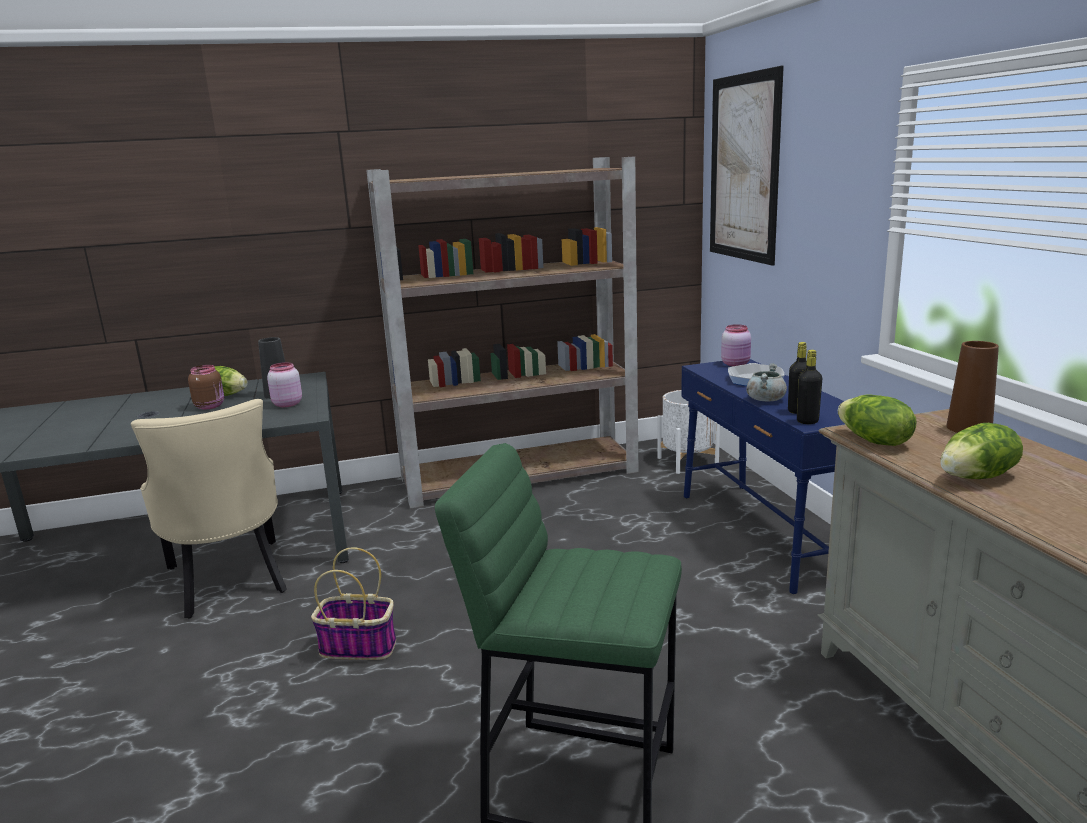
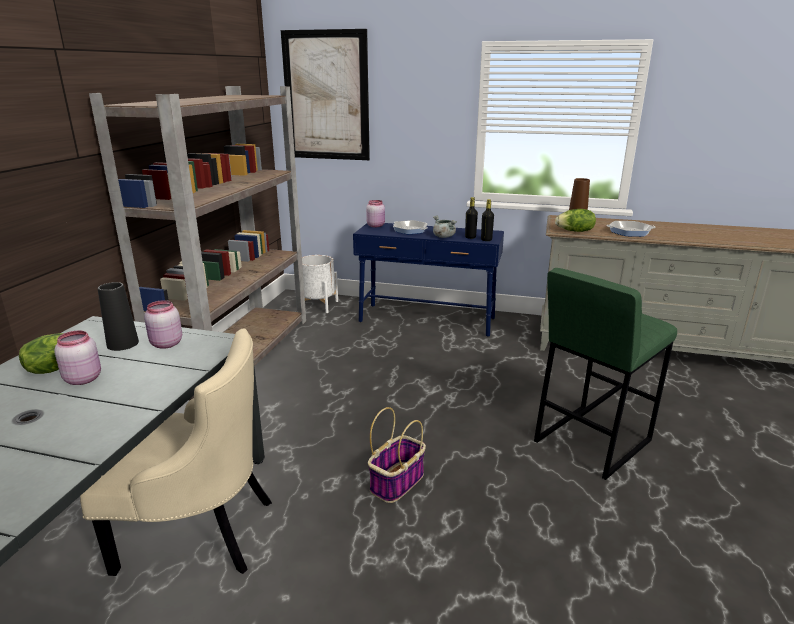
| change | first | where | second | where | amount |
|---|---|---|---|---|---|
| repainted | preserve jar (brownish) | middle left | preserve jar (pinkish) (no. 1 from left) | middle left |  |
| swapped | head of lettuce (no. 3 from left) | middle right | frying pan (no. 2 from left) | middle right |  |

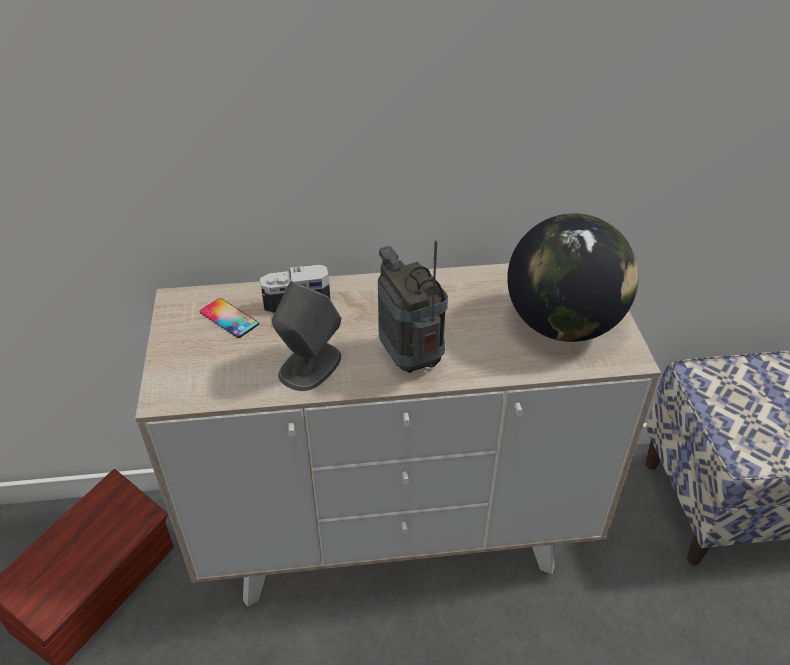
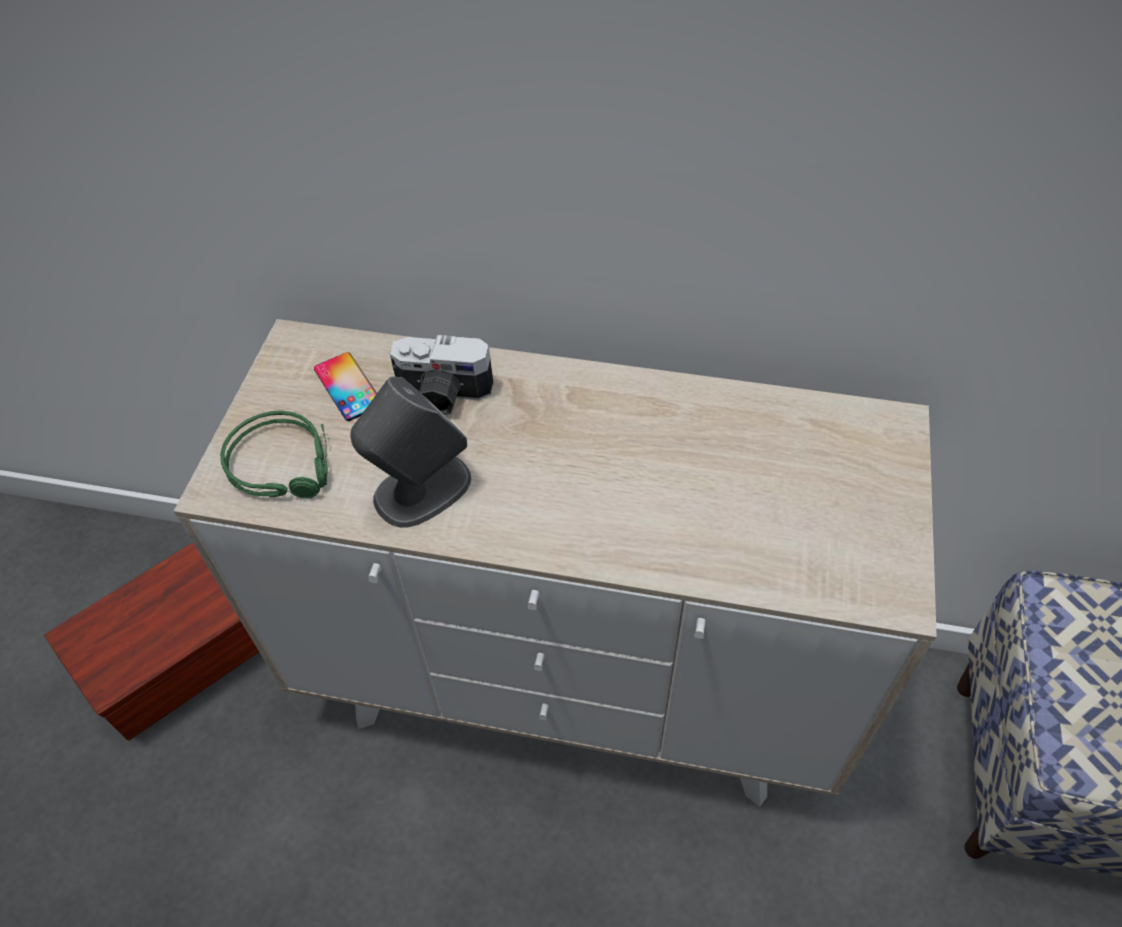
| change | first | where | second | where | amount |
|---|---|---|---|---|---|
| new |  |  | headset (greenish) | middle left |  |
| gone | radio set | centre |  |  |  |
| gone | desk globe | middle right |  |  |  |

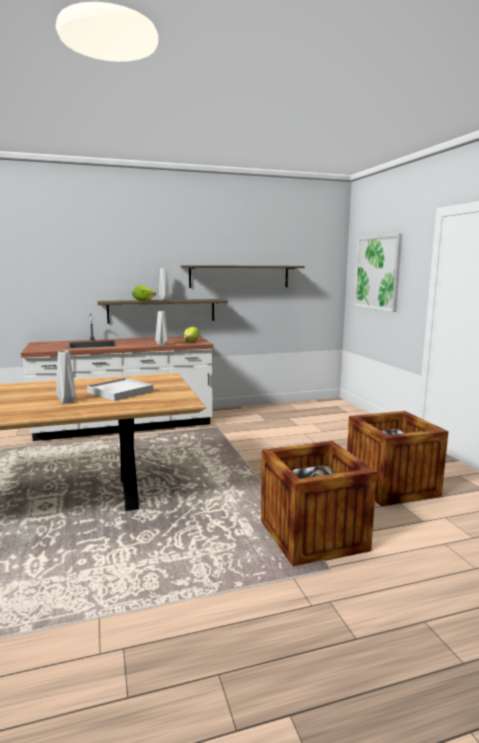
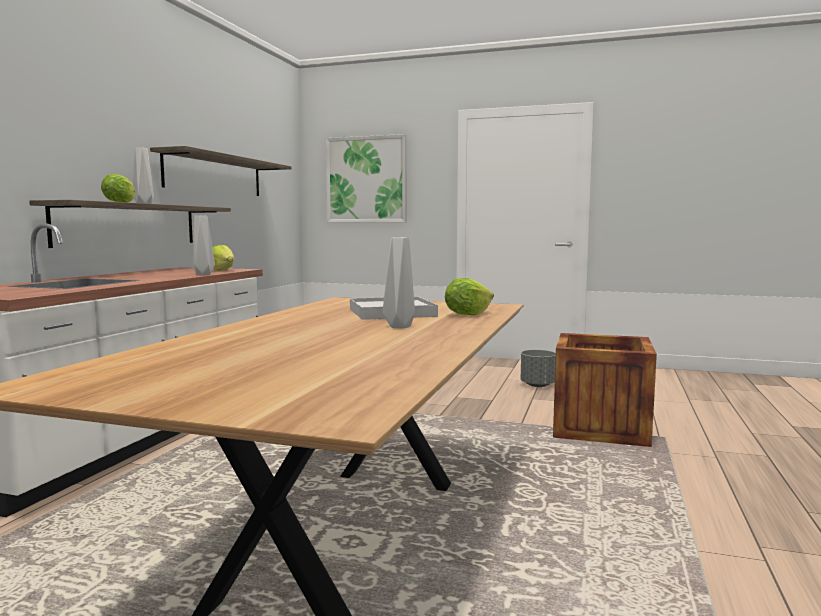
| change | first | where | second | where | amount |
|---|---|---|---|---|---|
| new |  |  | head of lettuce (no. 3 from left) | centre |  |
| swapped | shipping crate (no. 2 from left) | middle right | planter (greyish) | centre |  |

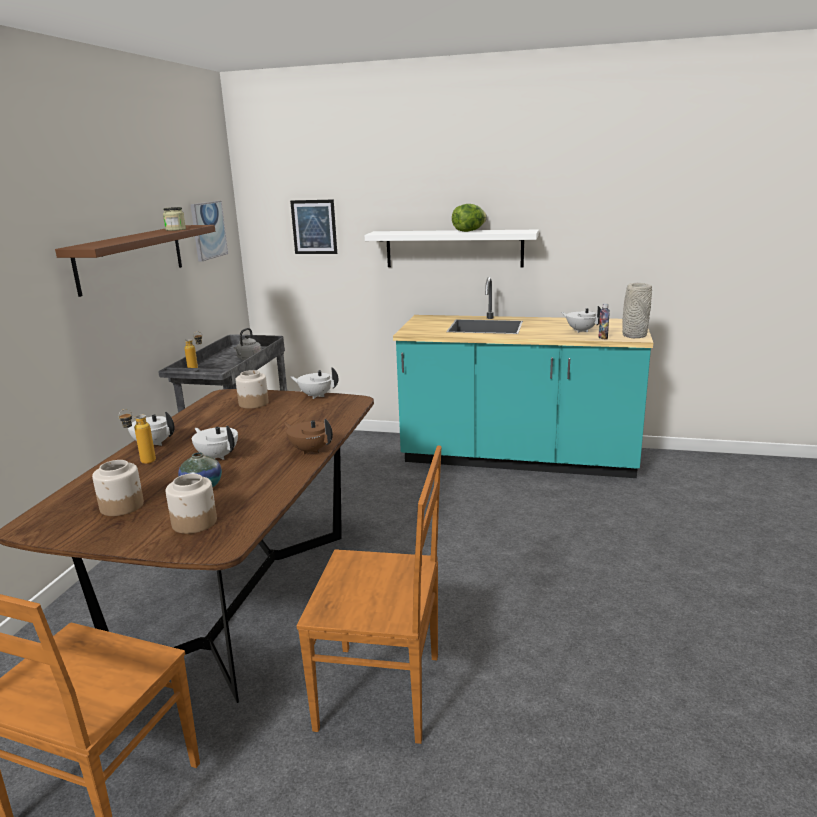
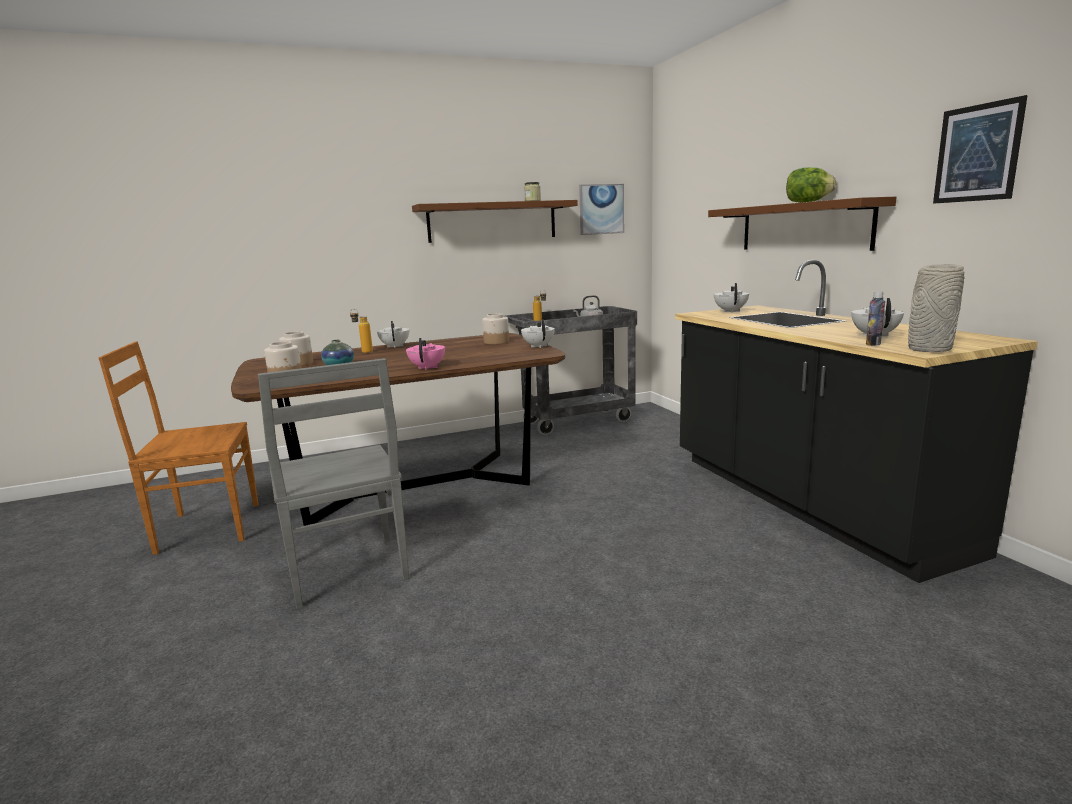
| change | first | where | second | where | amount |
|---|---|---|---|---|---|
| repainted | chair (brownish) (no. 2 from left) | bottom centre | chair (greyish) | middle left |  |
| repainted | teapot (brownish) | centre | teapot (pinkish) | centre |  |
| repainted | kitchen counter (turquoise-coloured) | centre | kitchen counter (blackish) | middle right |  |
| repainted | shelf (white) | top centre | shelf (brownish) (no. 2 from left) | top right |  |
| shifted | teapot (white) (no. 2 from left in the first image) | middle left | teapot (white) (no. 3 from left) | middle right |  |
| shifted | wall art (no. 2 from left) | top centre |  | top right |  |

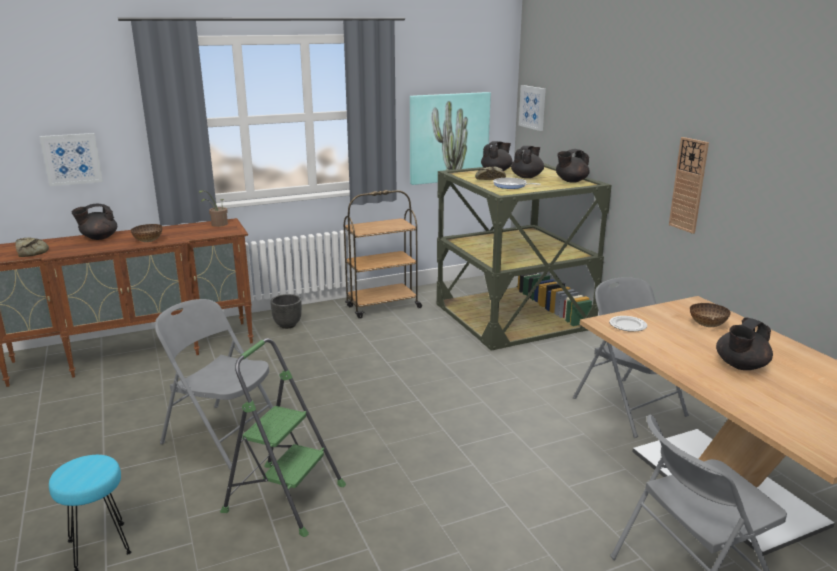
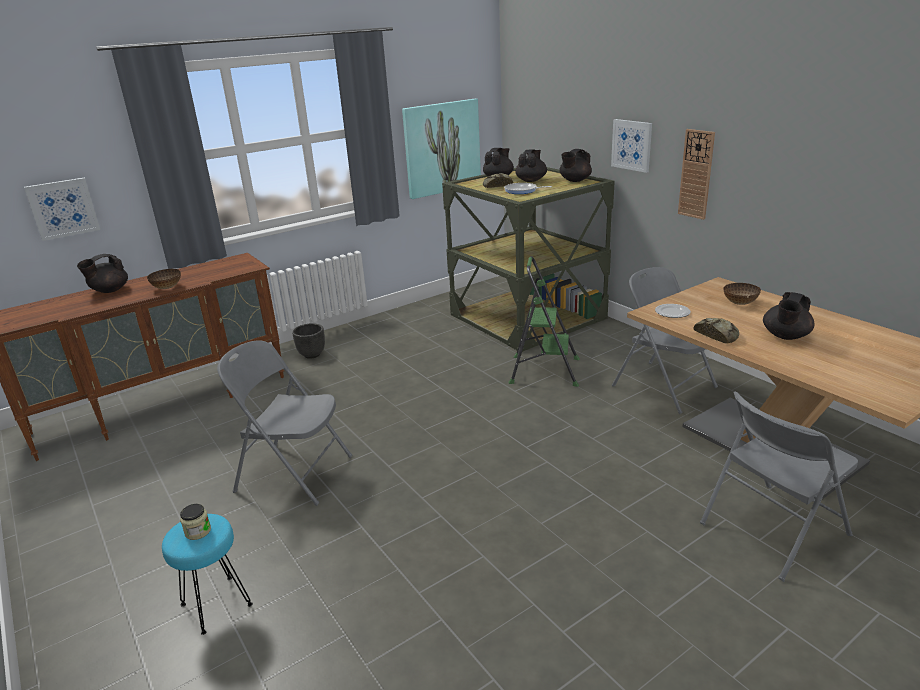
| change | first | where | second | where | amount |
|---|---|---|---|---|---|
| new |  |  | preserve jar | bottom left |  |
| shifted | step ladder (greenish) | bottom centre |  | centre |  |
| shifted | wall art (no. 3 from left) | top centre |  | top right |  |
| shifted | bread (no. 1 from left in the first image) | middle left | bread (no. 2 from left) | middle right |  |
| gone | houseplant | middle left |  |  |  |
| gone | trolley (brownish) | centre |  |  |  |

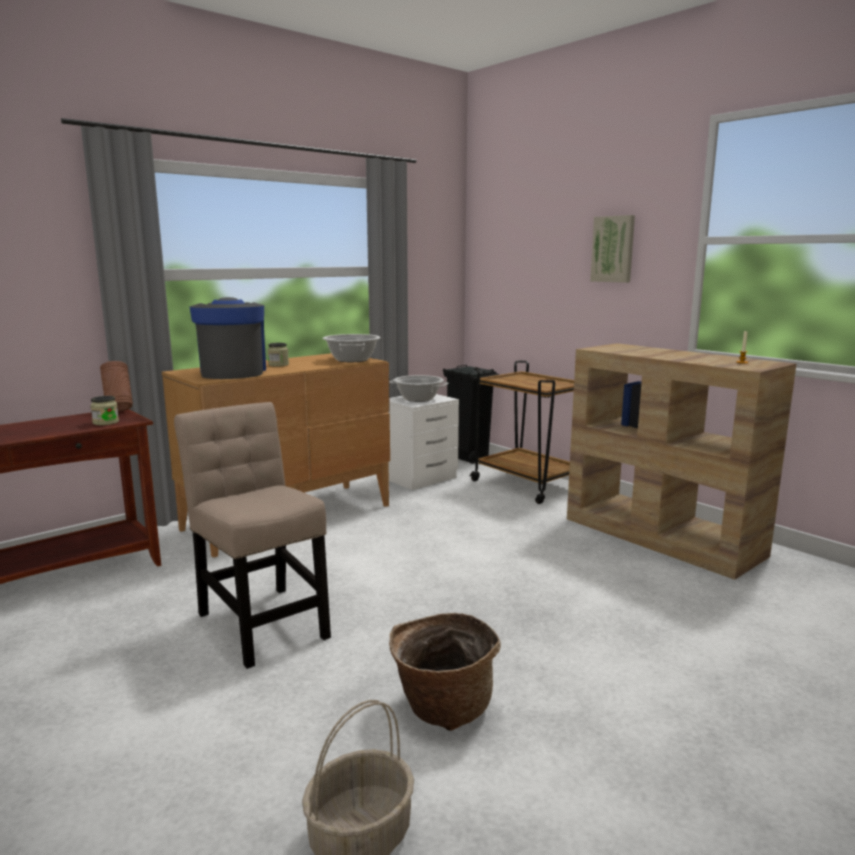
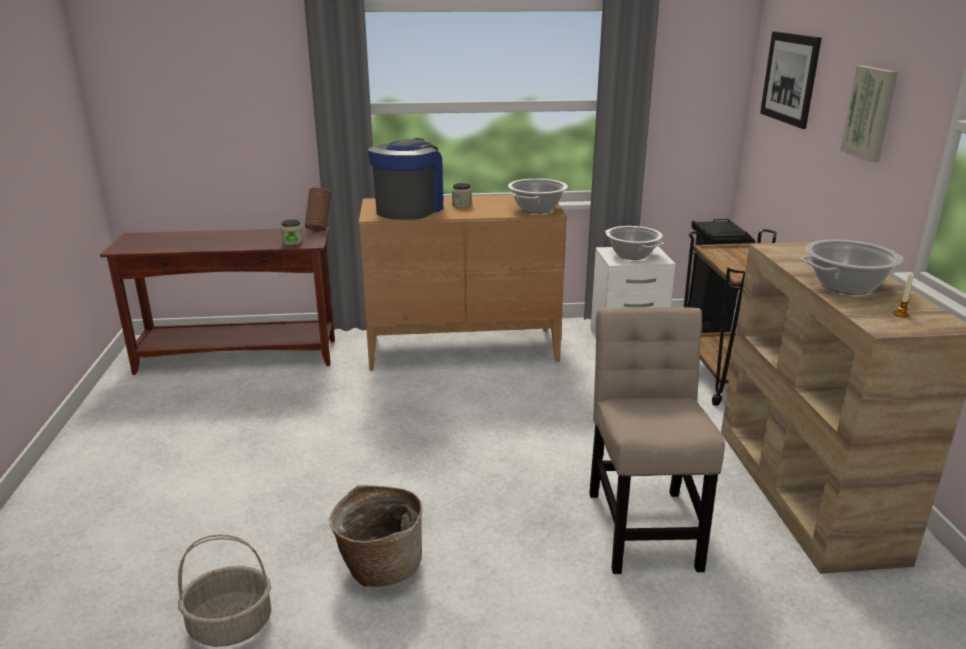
| change | first | where | second | where | amount |
|---|---|---|---|---|---|
| shifted | chair (beige) | middle left |  | bottom right |  |
| new |  |  | wall art (no. 1 from left) | top right |  |
| new |  |  | cooking pot (no. 3 from left) | middle right |  |

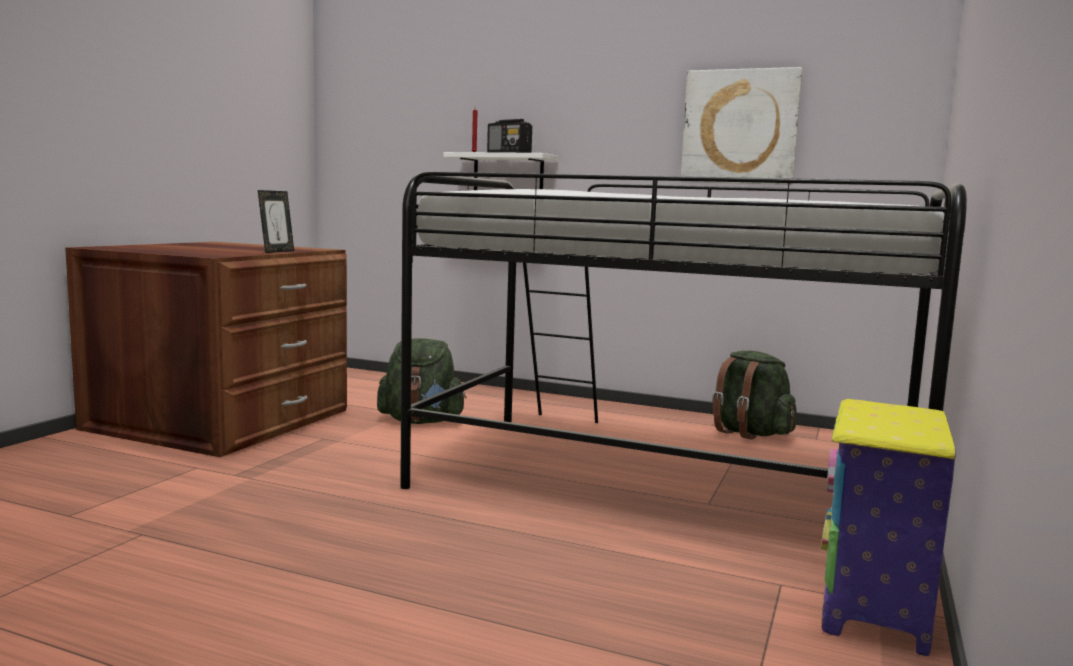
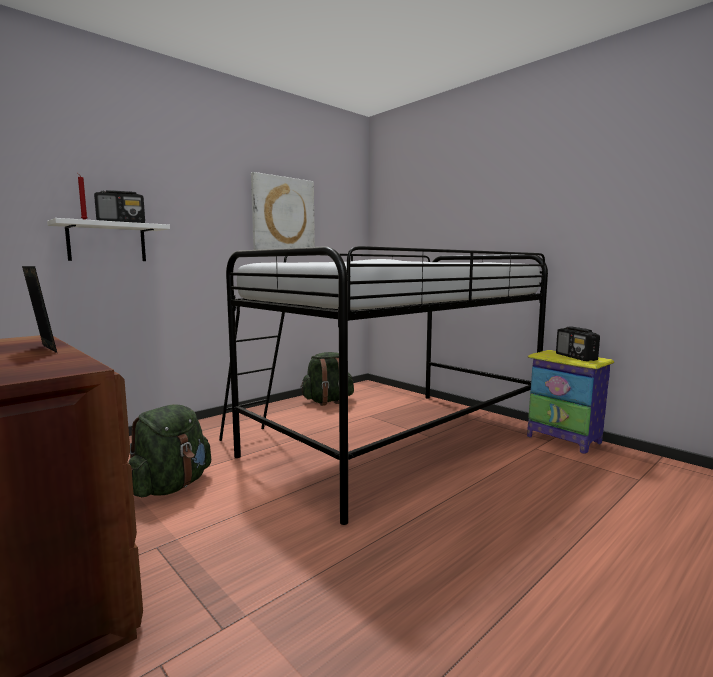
| change | first | where | second | where | amount |
|---|---|---|---|---|---|
| new |  |  | radio set (no. 2 from left) | middle right |  |

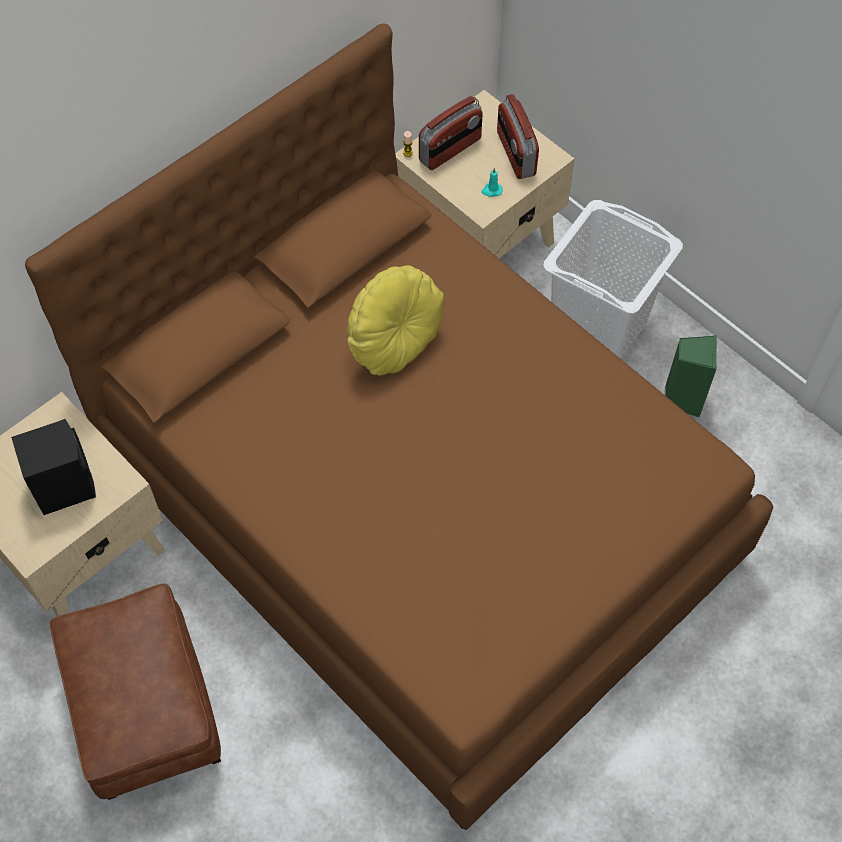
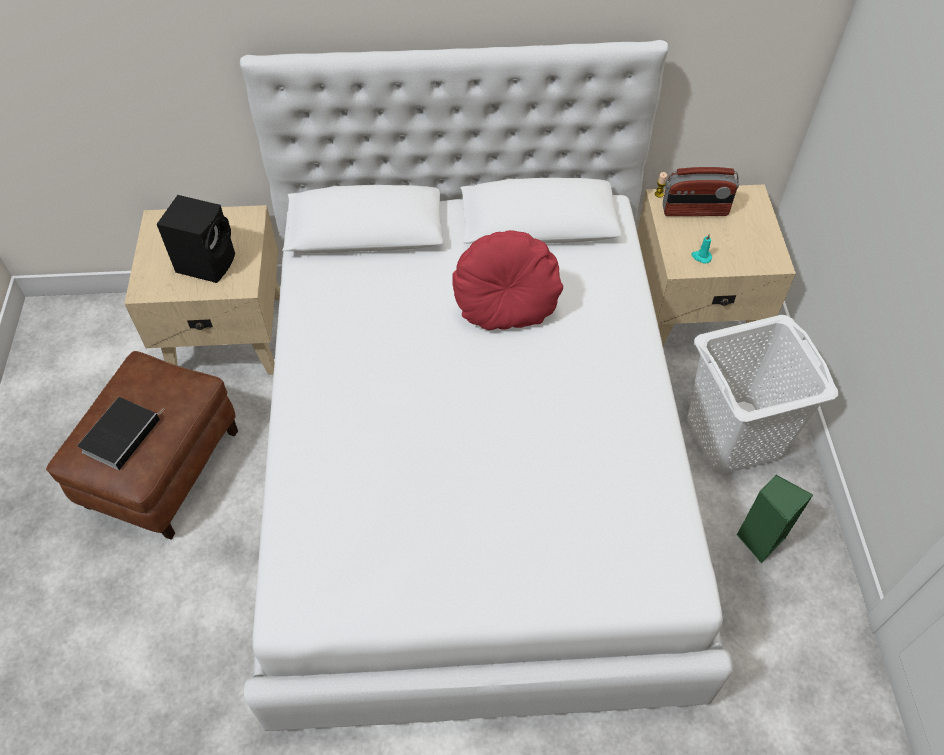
| change | first | where | second | where | amount |
|---|---|---|---|---|---|
| new |  |  | bound book | middle left |  |
| repainted | bedroom bed (brownish) | centre | bedroom bed (white) | centre |  |
| repainted | throw pillow (yellow-coloured) | centre | throw pillow (reddish) | centre |  |
| gone | radio set (no. 2 from left) | top centre |  |  |  |

